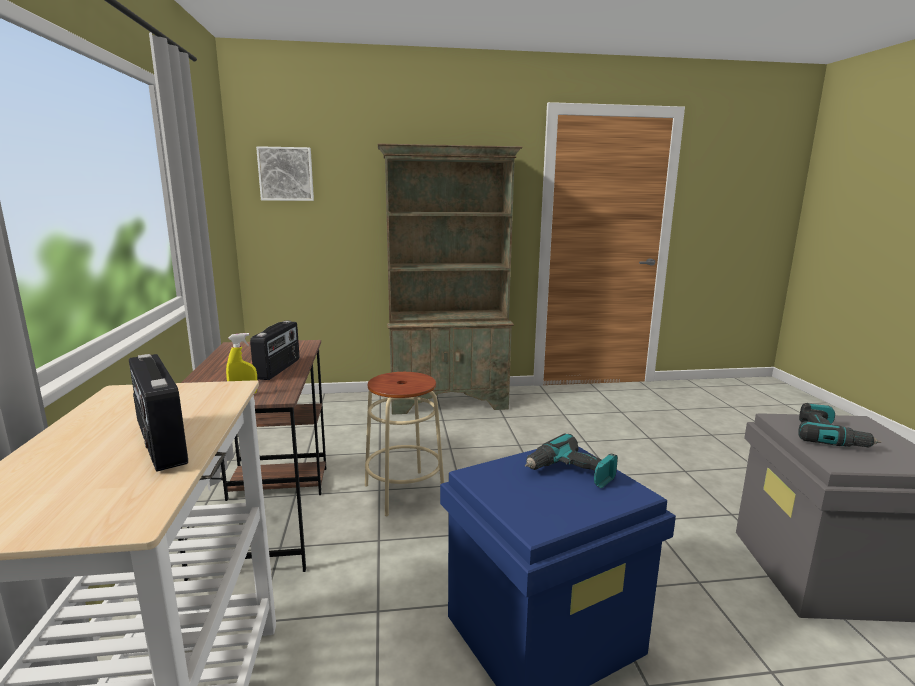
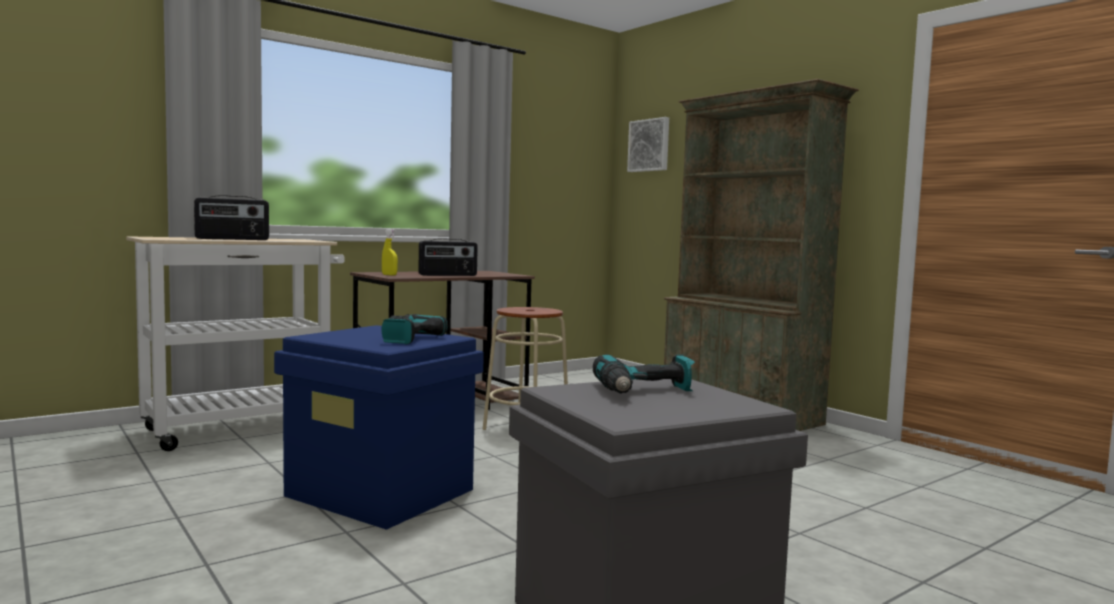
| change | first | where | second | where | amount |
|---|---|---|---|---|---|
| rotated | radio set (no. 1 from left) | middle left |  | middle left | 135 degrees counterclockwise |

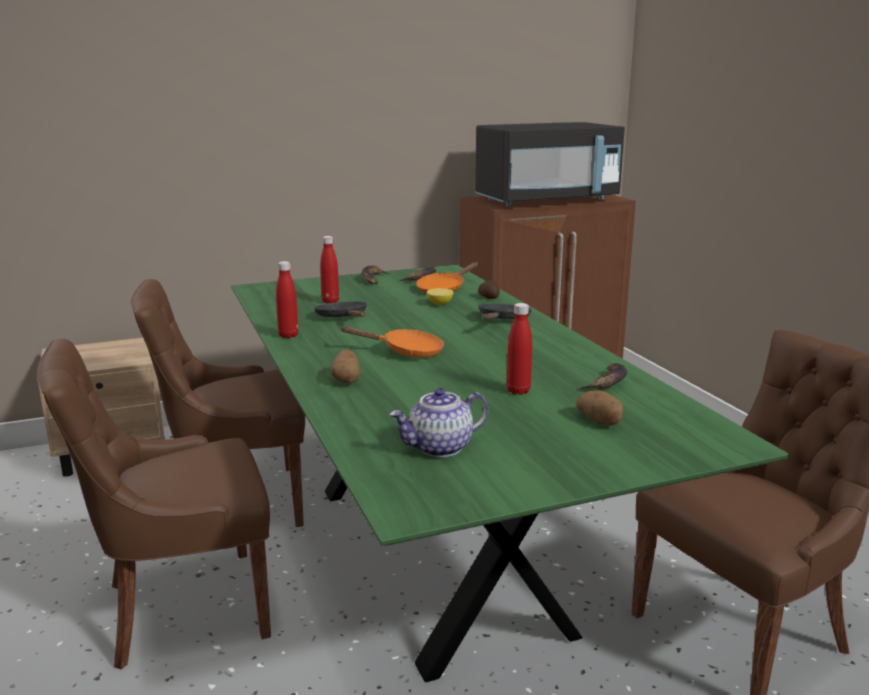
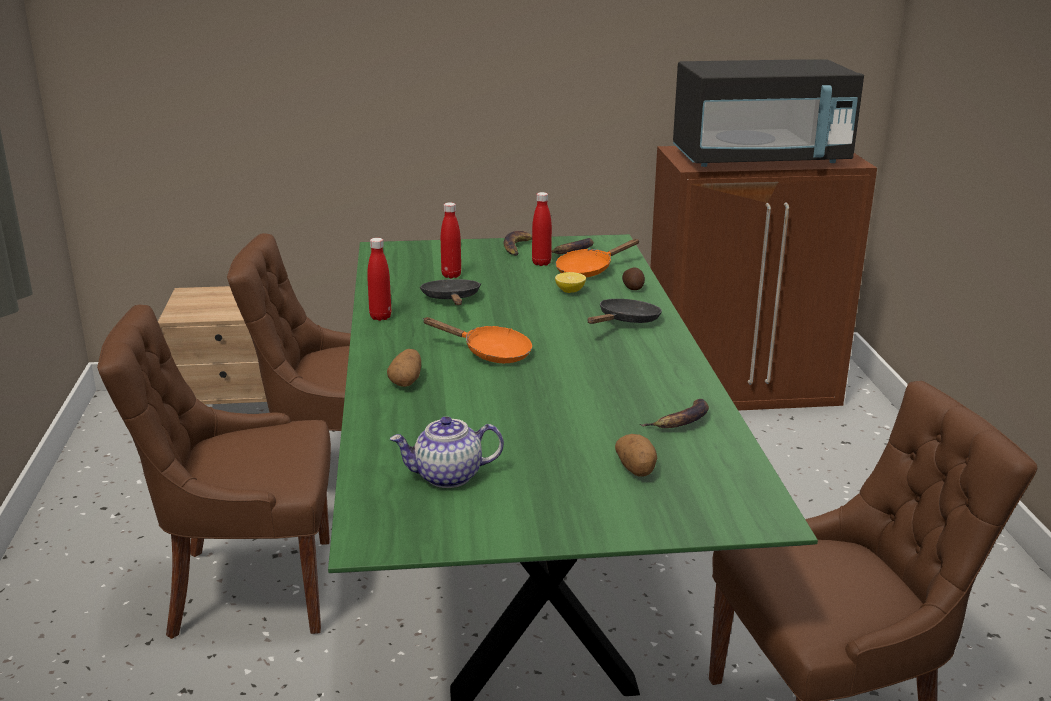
| change | first | where | second | where | amount |
|---|---|---|---|---|---|
| shifted | drink bottle (reddish) (no. 3 from left) | centre |  | top centre |  |

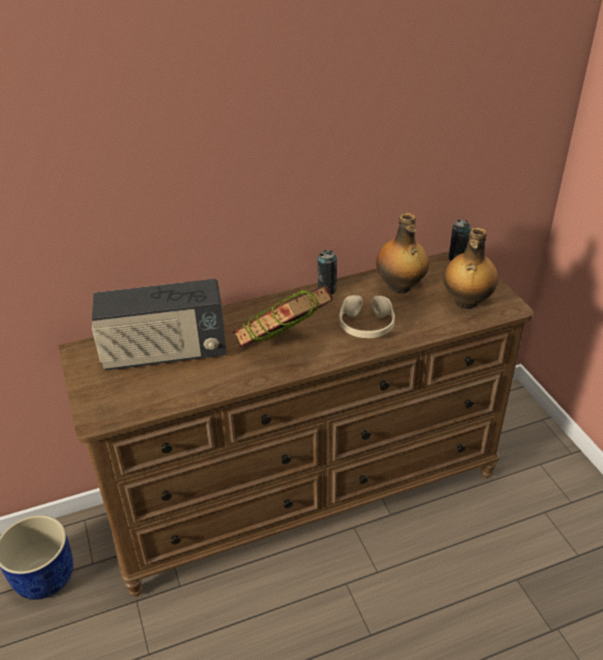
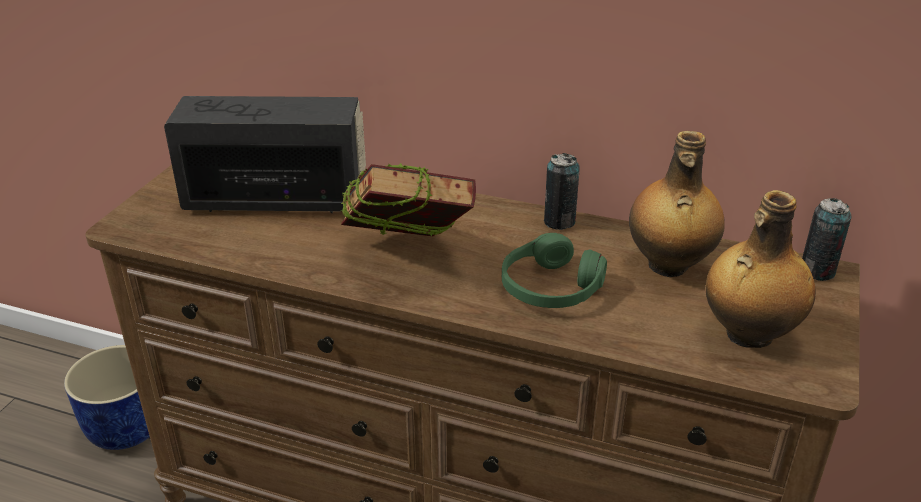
| change | first | where | second | where | amount |
|---|---|---|---|---|---|
| rotated | radio set | middle left |  | top left | 150 degrees clockwise |
| repainted | headset (beige) | centre | headset (greenish) | centre |  |

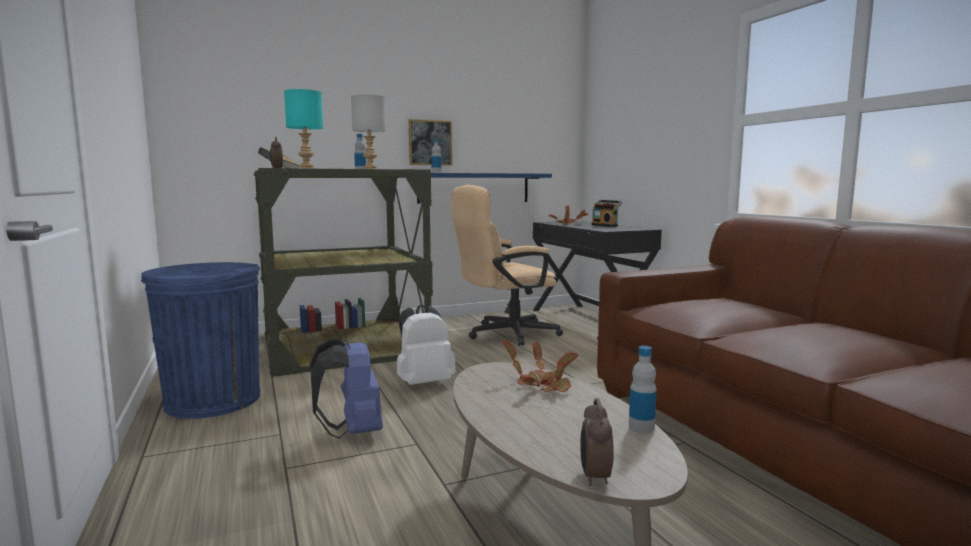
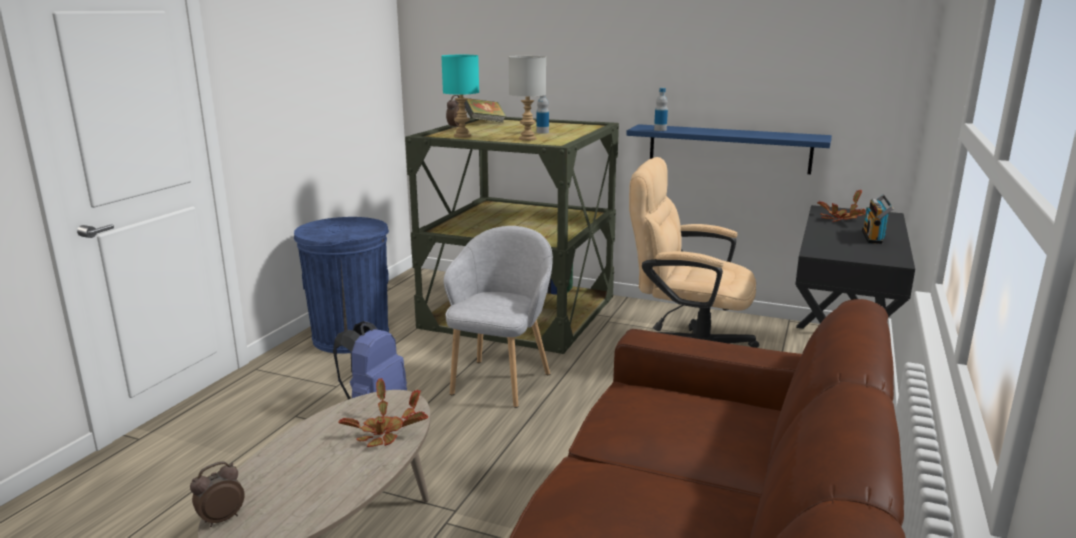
| change | first | where | second | where | amount |
|---|---|---|---|---|---|
| swapped | backpack (white) | centre | armchair (greyish) | centre |  |
| gone | wall art | top centre |  |  |  |
| gone | drink bottle (no. 3 from left) | bottom centre |  |  |  |

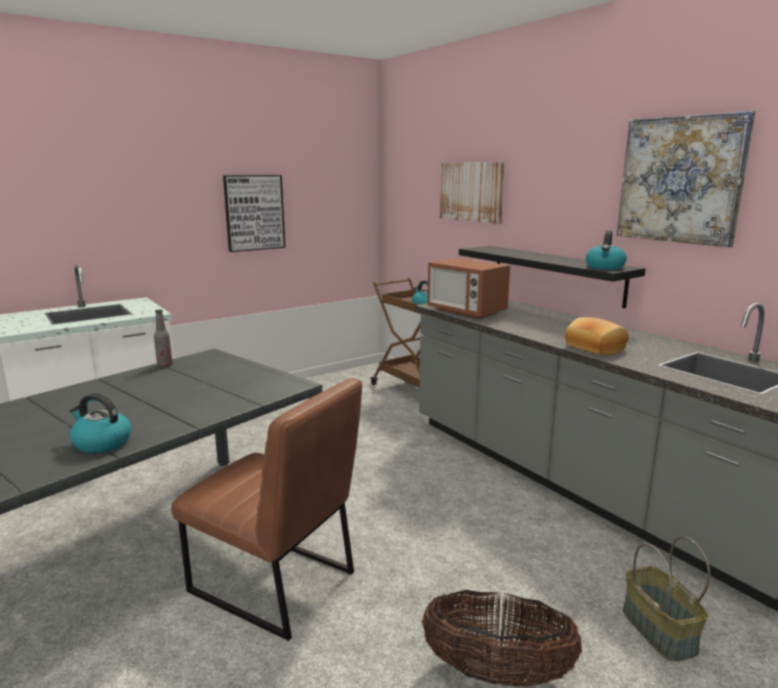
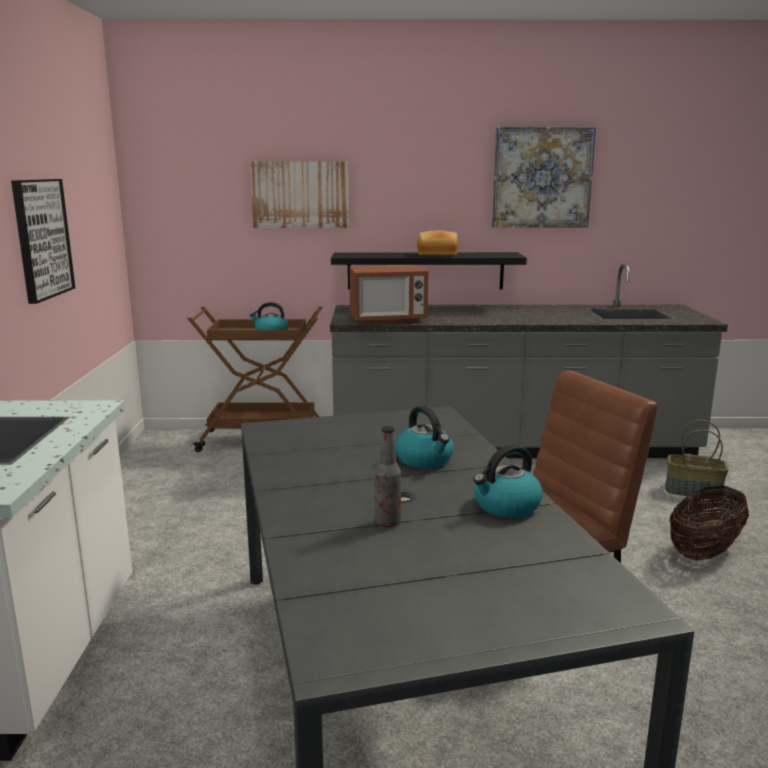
| change | first | where | second | where | amount |
|---|---|---|---|---|---|
| shifted | drink bottle | middle left |  | centre |  |
| shifted | tea kettle (no. 3 from left in the first image) | middle right | tea kettle (no. 2 from left) | centre |  |
| shifted | bread | middle right |  | top centre |  |

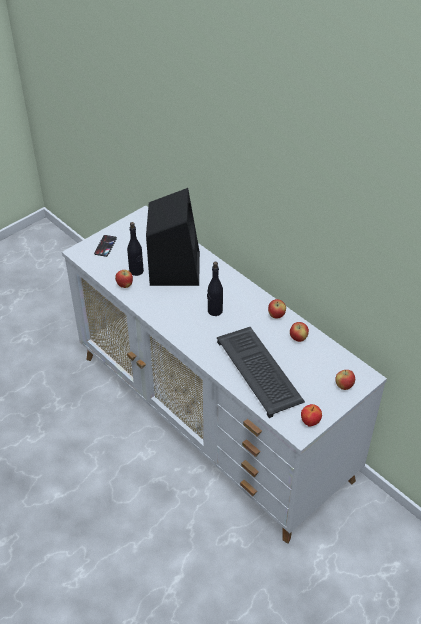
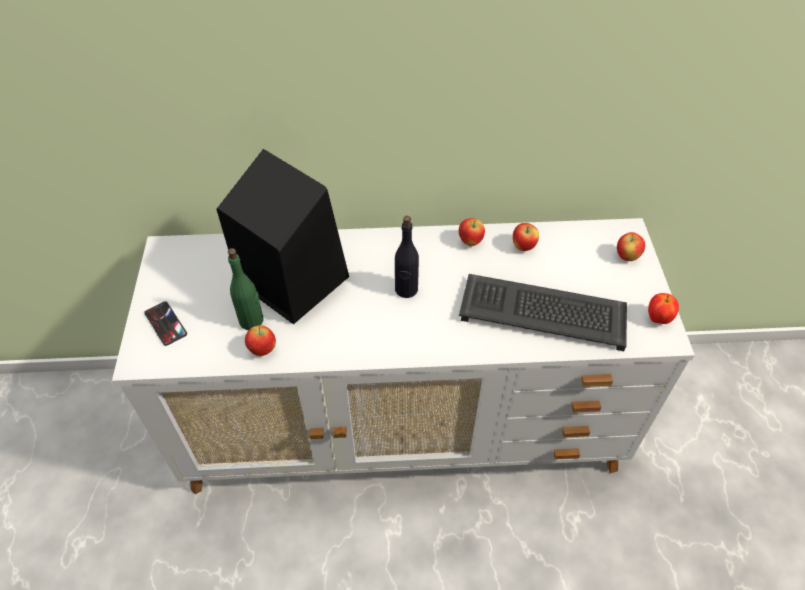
| change | first | where | second | where | amount |
|---|---|---|---|---|---|
| repainted | drink bottle (blackish) (no. 1 from left) | middle left | drink bottle (greenish) | middle left |  |

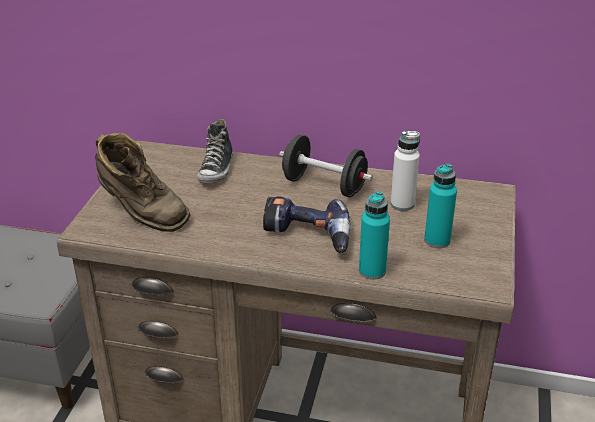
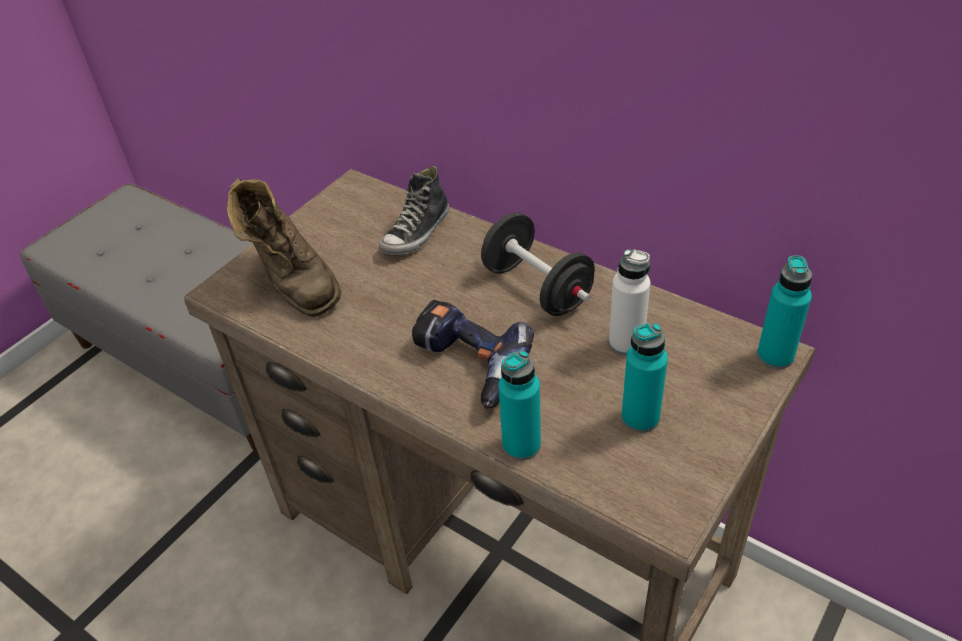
| change | first | where | second | where | amount |
|---|---|---|---|---|---|
| new |  |  | drink bottle (turquoise-coloured) (no. 3 from left) | middle right |  |

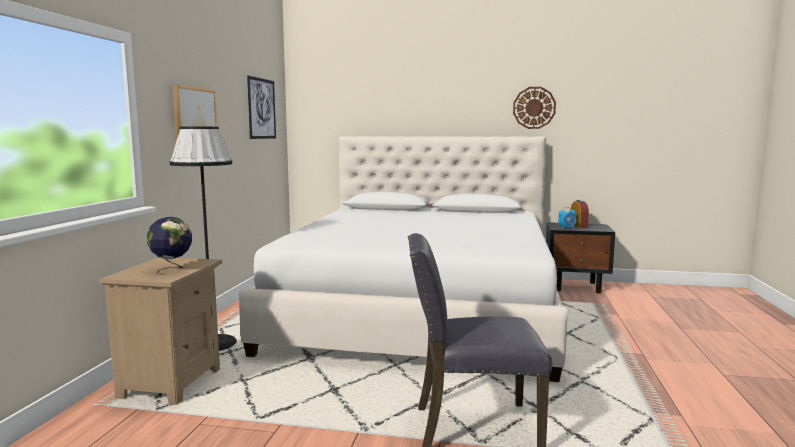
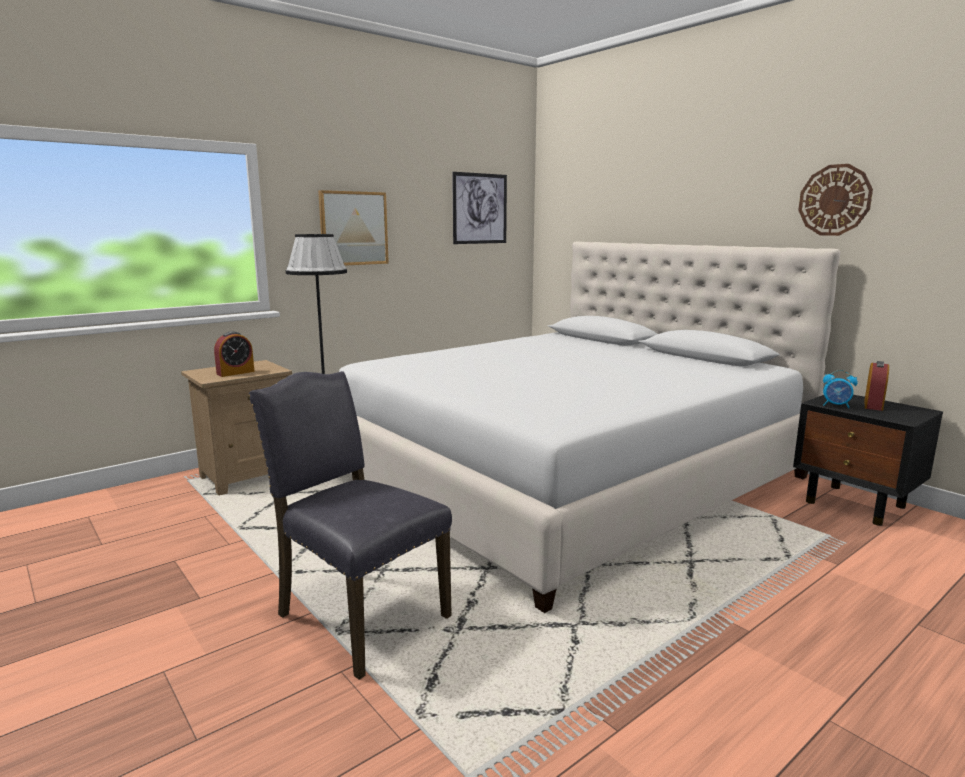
| change | first | where | second | where | amount |
|---|---|---|---|---|---|
| swapped | desk globe | middle left | alarm clock (no. 1 from left) | middle left |  |

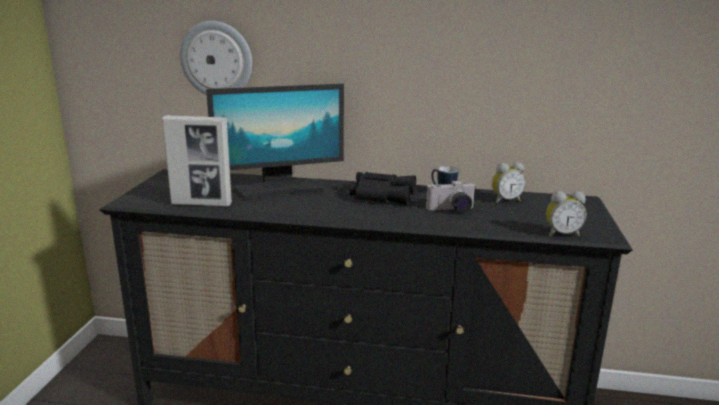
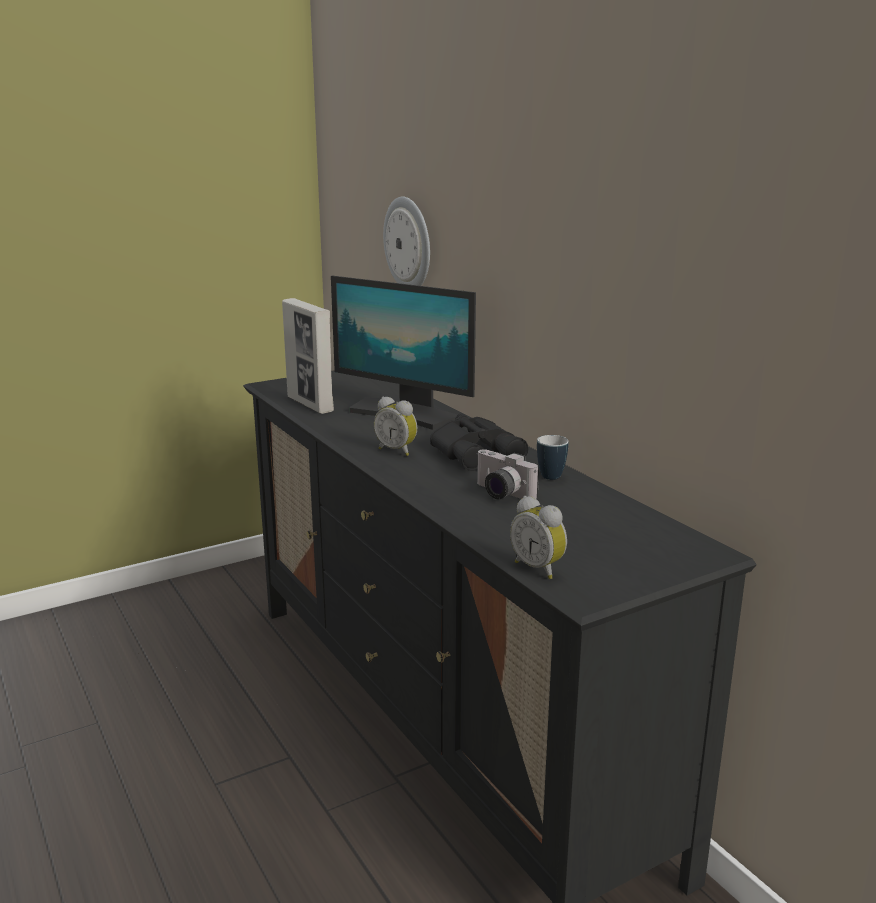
| change | first | where | second | where | amount |
|---|---|---|---|---|---|
| shifted | alarm clock (no. 1 from left) | middle right |  | centre |  |

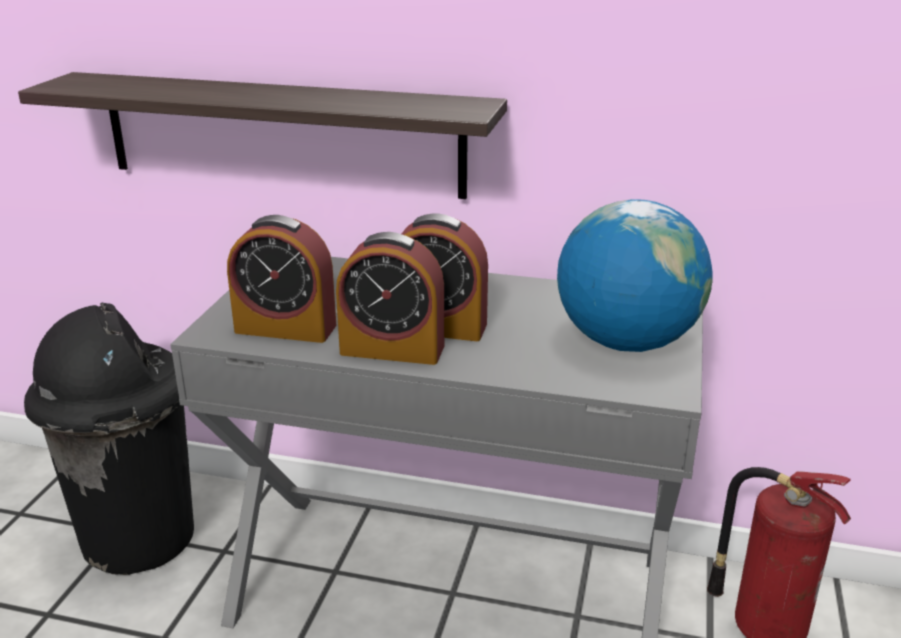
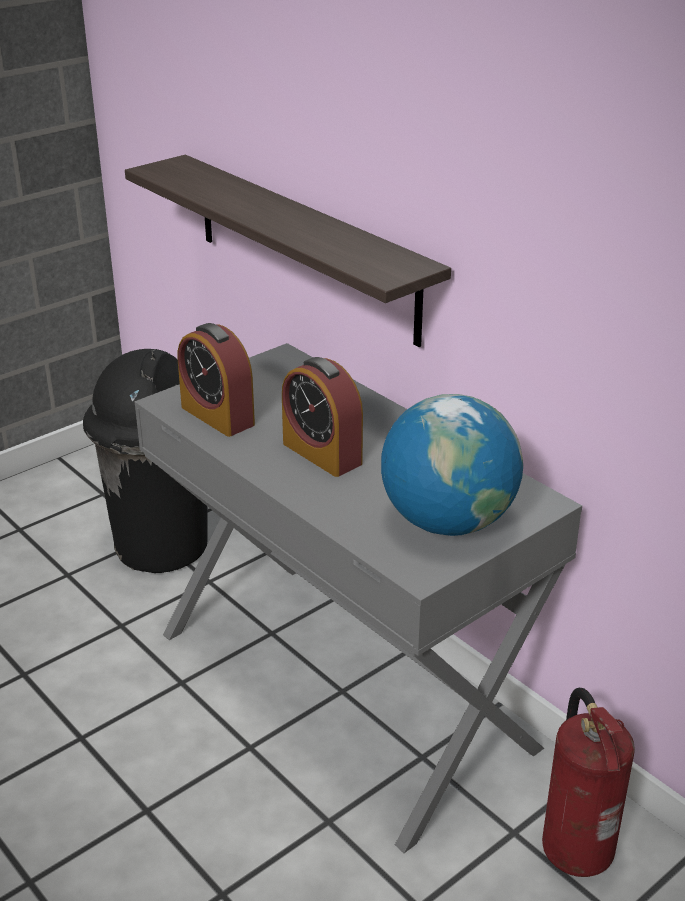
| change | first | where | second | where | amount |
|---|---|---|---|---|---|
| gone | alarm clock (no. 2 from left) | centre |  |  |  |

